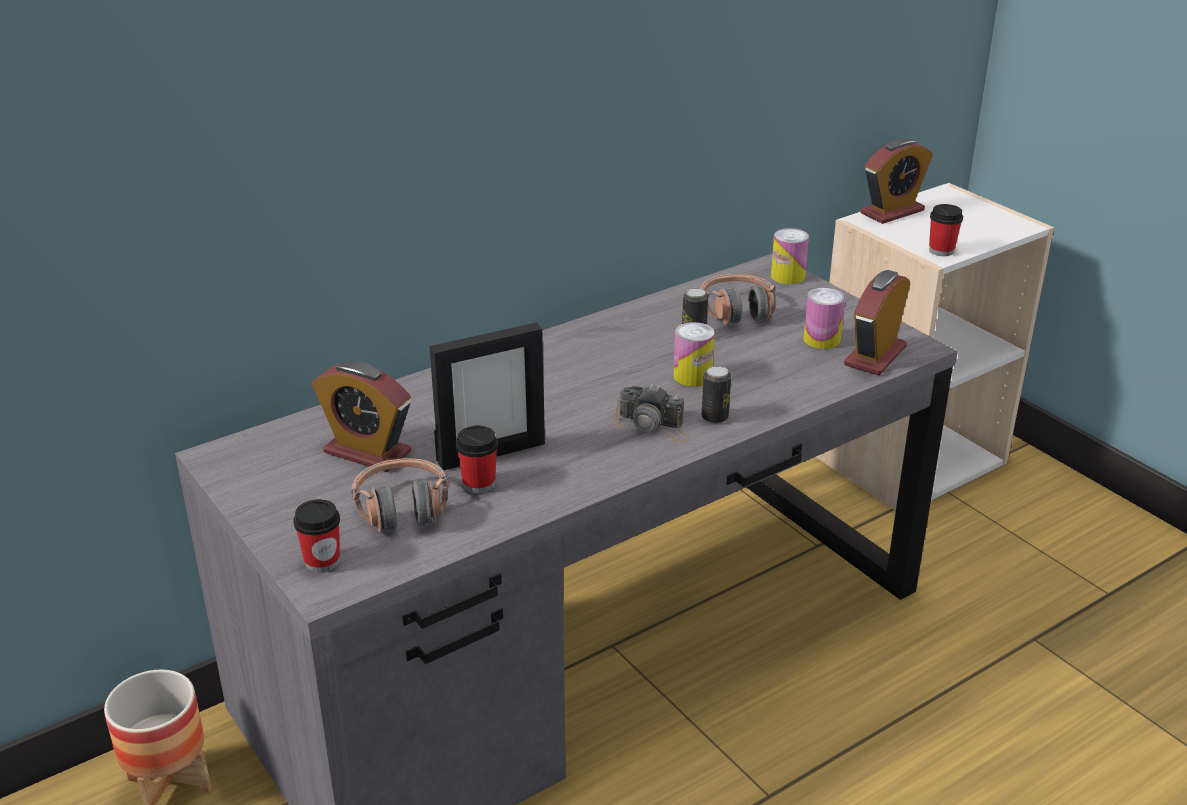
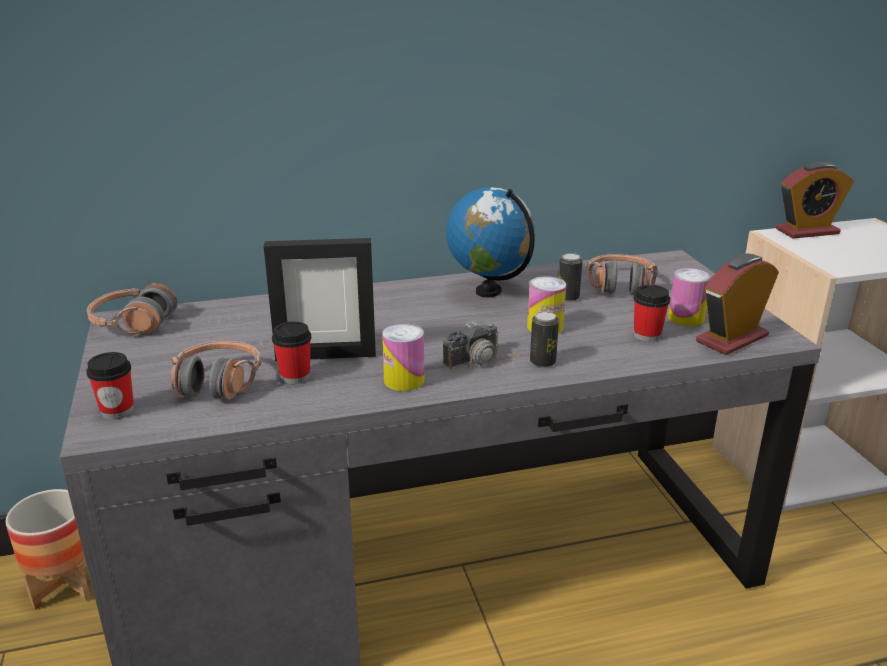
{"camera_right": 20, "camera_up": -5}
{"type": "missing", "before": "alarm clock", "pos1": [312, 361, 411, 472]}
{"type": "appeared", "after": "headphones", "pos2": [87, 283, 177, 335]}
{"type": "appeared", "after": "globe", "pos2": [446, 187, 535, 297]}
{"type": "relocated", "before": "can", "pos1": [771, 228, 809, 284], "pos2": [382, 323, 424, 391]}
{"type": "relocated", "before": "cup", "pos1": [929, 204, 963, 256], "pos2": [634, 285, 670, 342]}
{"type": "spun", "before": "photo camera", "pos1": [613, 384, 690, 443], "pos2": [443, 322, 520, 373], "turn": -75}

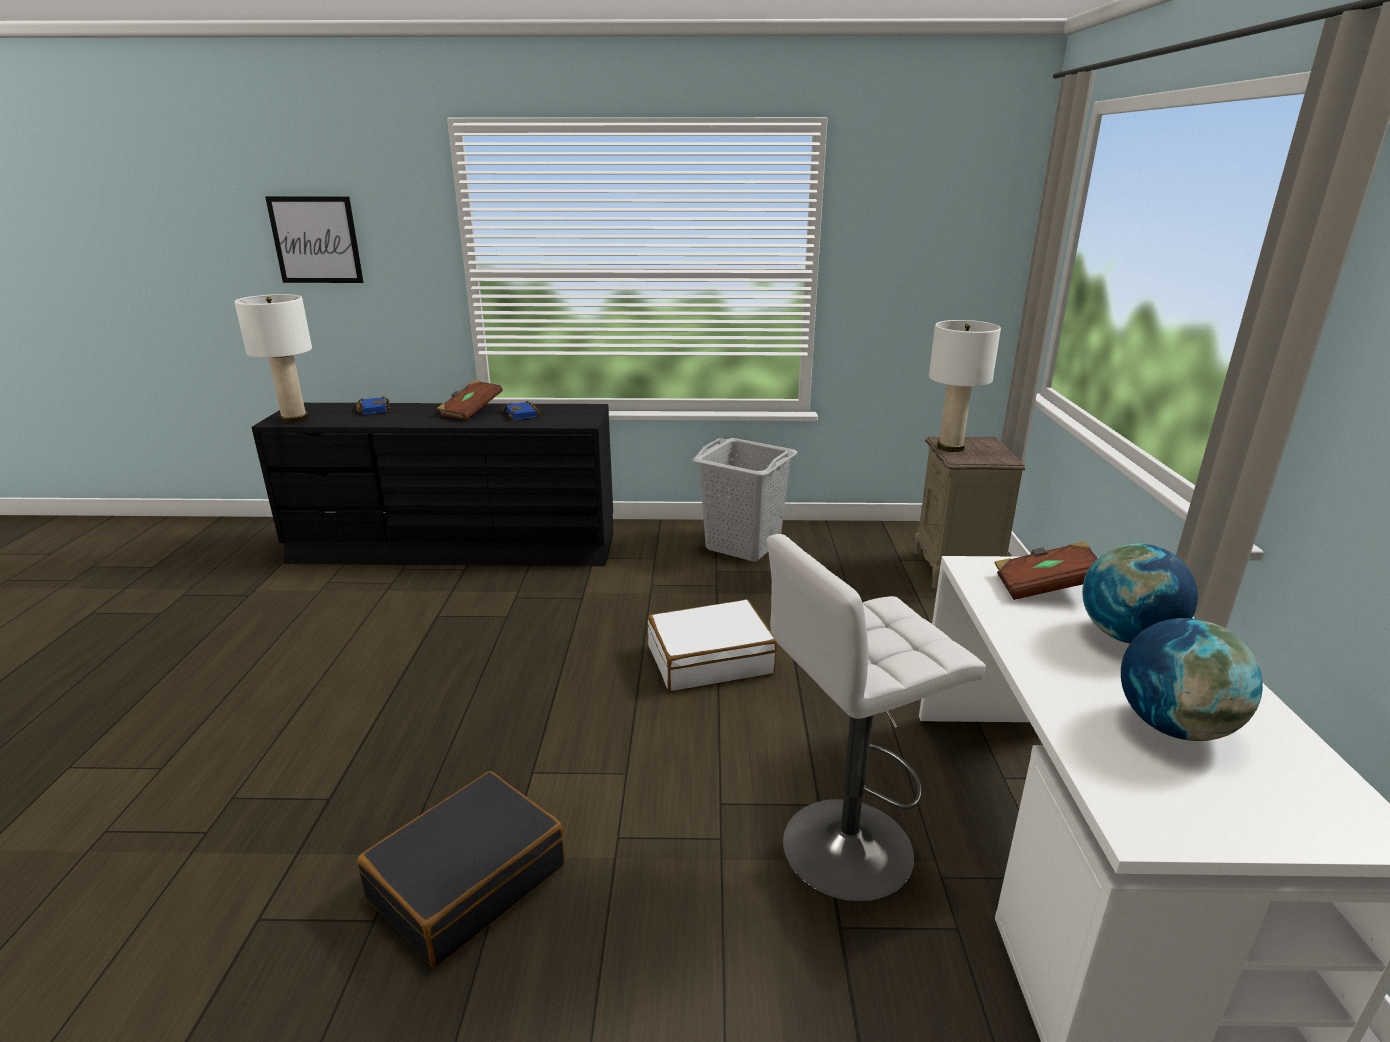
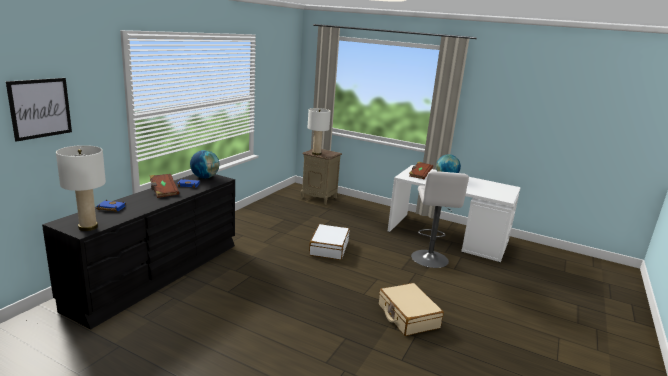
{"camera_right": -65, "camera_up": -5}
{"type": "missing", "before": "grey laundry basket", "pos1": [693, 438, 797, 562]}
{"type": "relocated", "before": "globe", "pos1": [1121, 618, 1263, 741], "pos2": [190, 150, 219, 178]}
{"type": "colour", "before": "black suitcase", "after": "beige suitcase", "pos1": [357, 771, 565, 967], "pos2": [379, 283, 444, 336]}

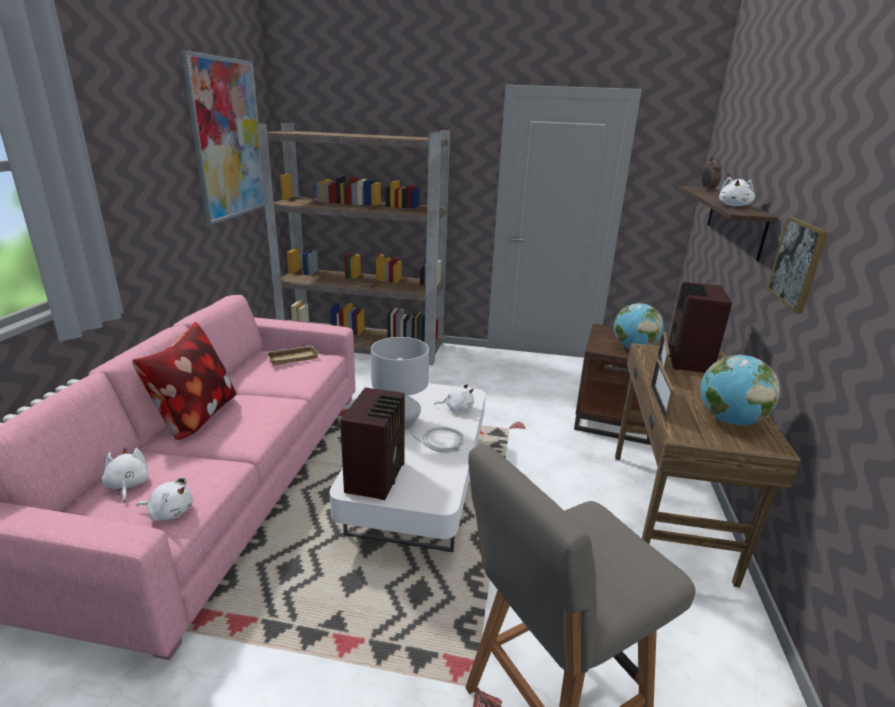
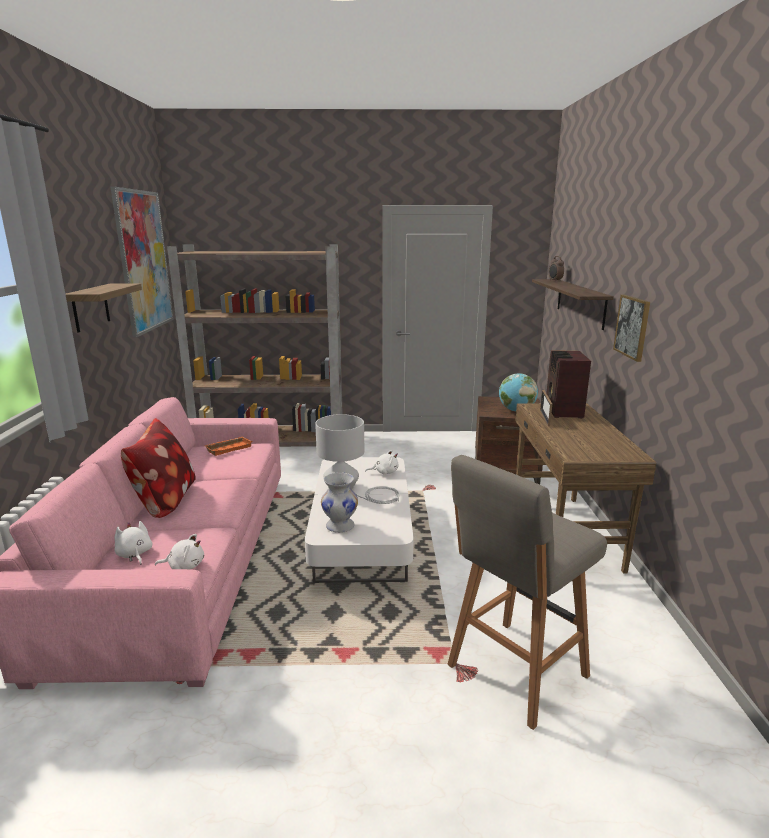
{"camera_right": -10, "camera_up": -5}
{"type": "missing", "before": "picture frame", "pos1": [651, 359, 675, 421]}
{"type": "missing", "before": "globe", "pos1": [701, 355, 780, 425]}
{"type": "missing", "before": "white plush toy", "pos1": [719, 177, 755, 206]}
{"type": "appeared", "after": "shelf", "pos2": [65, 284, 142, 333]}
{"type": "exchanged", "before": "radio", "after": "white vase", "pos1": [340, 388, 405, 500], "pos2": [321, 472, 358, 533]}
{"type": "colour", "before": "beige tray", "after": "orange tray", "pos1": [266, 345, 319, 366], "pos2": [204, 437, 252, 456]}

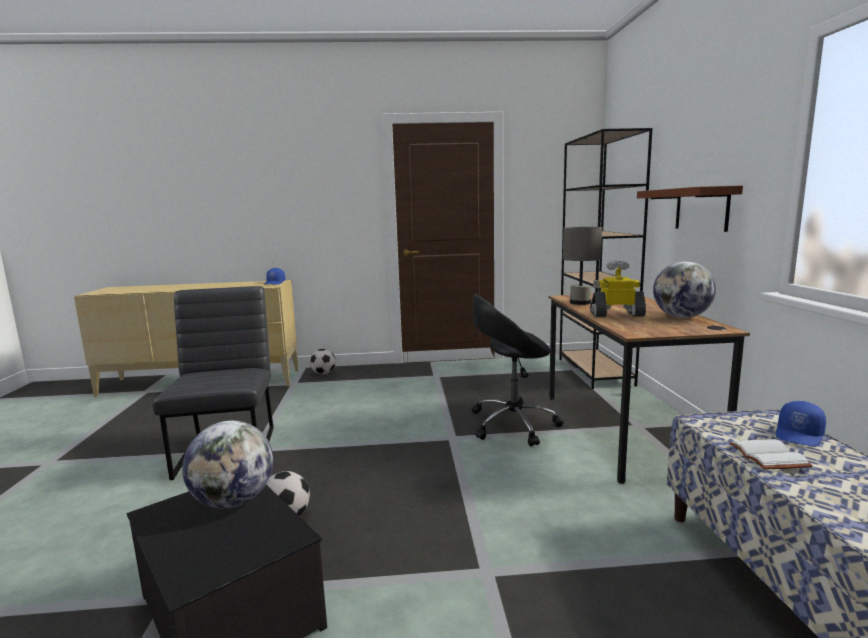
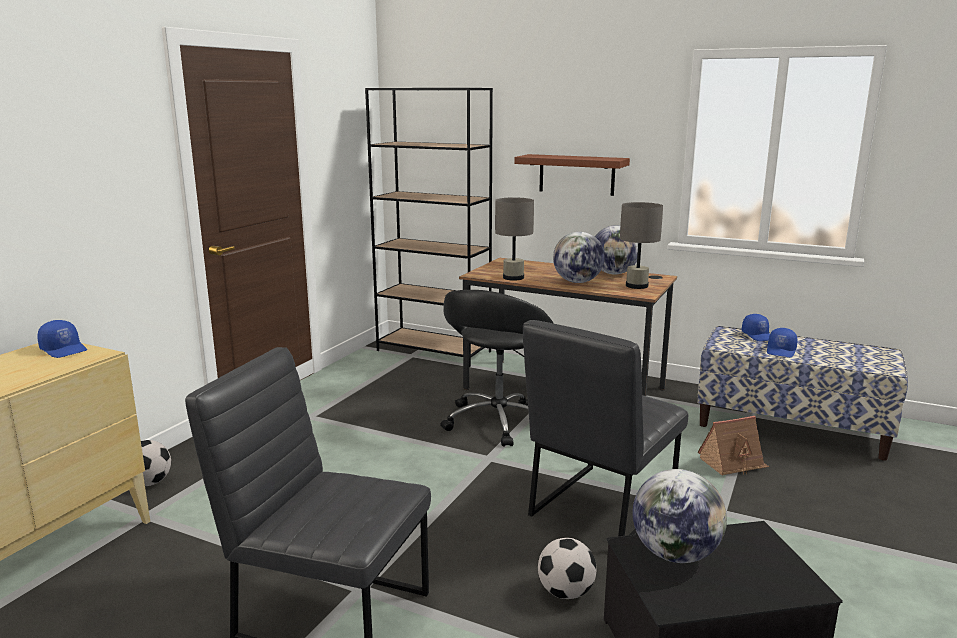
{"camera_right": -60, "camera_up": 5}
{"type": "appeared", "after": "grey chair", "pos2": [523, 320, 688, 536]}
{"type": "appeared", "after": "grey table lamp", "pos2": [620, 202, 663, 289]}
{"type": "appeared", "after": "toy house", "pos2": [697, 416, 769, 476]}
{"type": "exchanged", "before": "toy robot", "after": "globe", "pos1": [590, 260, 646, 317], "pos2": [553, 232, 605, 283]}
{"type": "exchanged", "before": "white book", "after": "blue cap", "pos1": [729, 439, 813, 470], "pos2": [767, 328, 798, 357]}

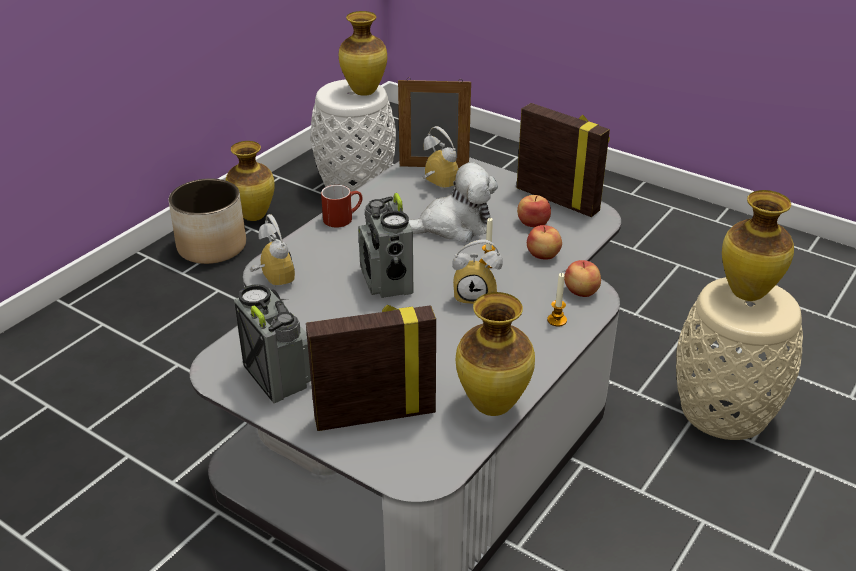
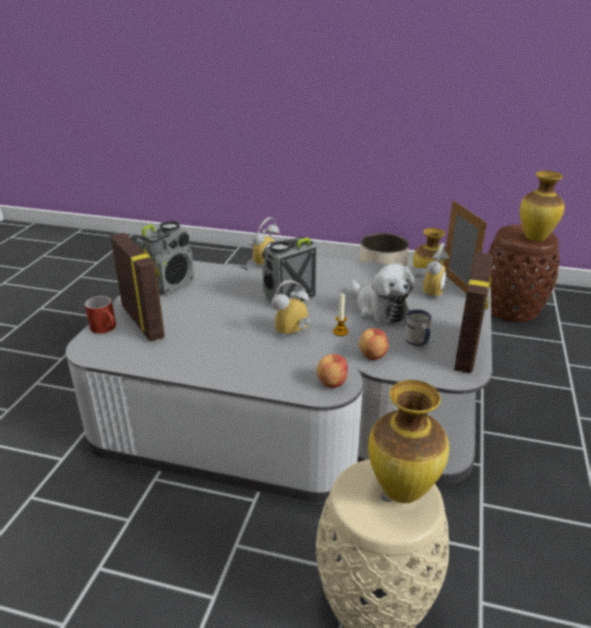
{"camera_right": 70, "camera_up": -5}
{"type": "missing", "before": "vase", "pos1": [456, 292, 535, 416]}
{"type": "missing", "before": "candle", "pos1": [547, 273, 567, 327]}
{"type": "relocated", "before": "red mug", "pos1": [321, 185, 363, 227], "pos2": [85, 296, 116, 333]}
{"type": "exchanged", "before": "apple", "after": "white mug", "pos1": [517, 195, 551, 228], "pos2": [405, 309, 431, 346]}
{"type": "colour", "before": "white stool", "after": "brown stool", "pos1": [310, 79, 396, 192], "pos2": [488, 224, 559, 322]}
{"type": "spun", "before": "alarm clock", "pos1": [452, 239, 503, 305], "pos2": [272, 280, 310, 338], "turn": 75}

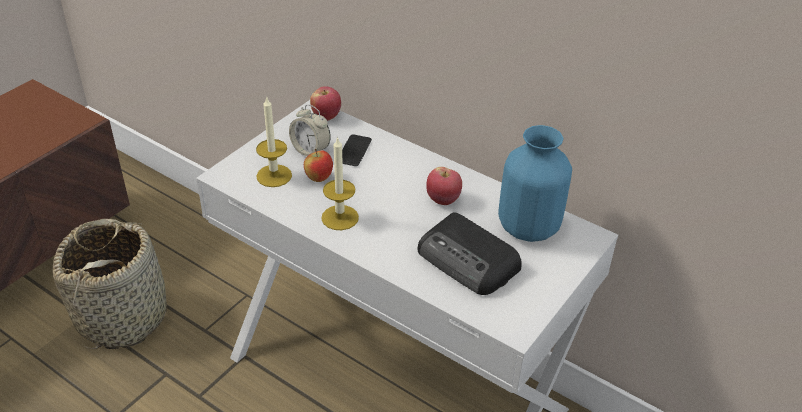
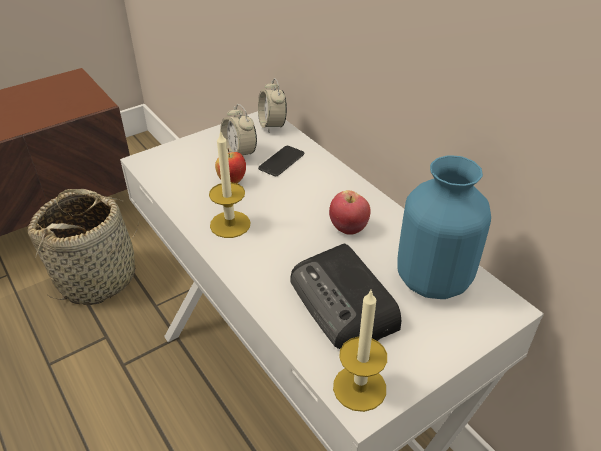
{"camera_right": 20, "camera_up": 0}
{"type": "relocated", "before": "candle", "pos1": [256, 96, 292, 187], "pos2": [333, 290, 387, 412]}
{"type": "exchanged", "before": "apple", "after": "alarm clock", "pos1": [310, 86, 341, 121], "pos2": [258, 78, 287, 133]}

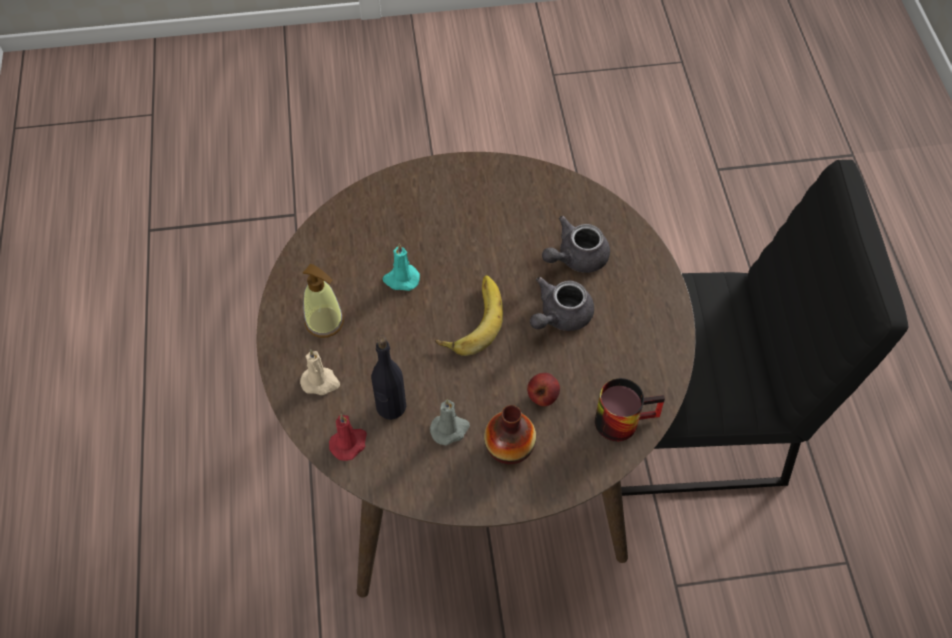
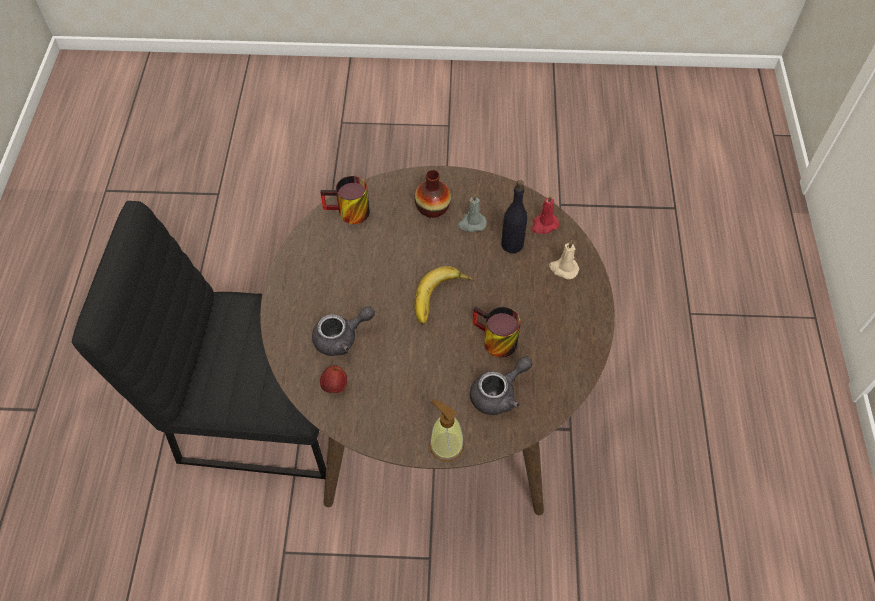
{"camera_right": -170, "camera_up": 0}
{"type": "relocated", "before": "soap dispenser", "pos1": [303, 264, 344, 338], "pos2": [429, 399, 464, 462]}
{"type": "relocated", "before": "apple", "pos1": [527, 373, 560, 406], "pos2": [320, 366, 347, 393]}
{"type": "relocated", "before": "grey teapot", "pos1": [530, 277, 594, 331], "pos2": [470, 356, 532, 415]}
{"type": "exchanged", "before": "turquoise candle", "after": "mug", "pos1": [383, 244, 420, 291], "pos2": [472, 306, 521, 357]}

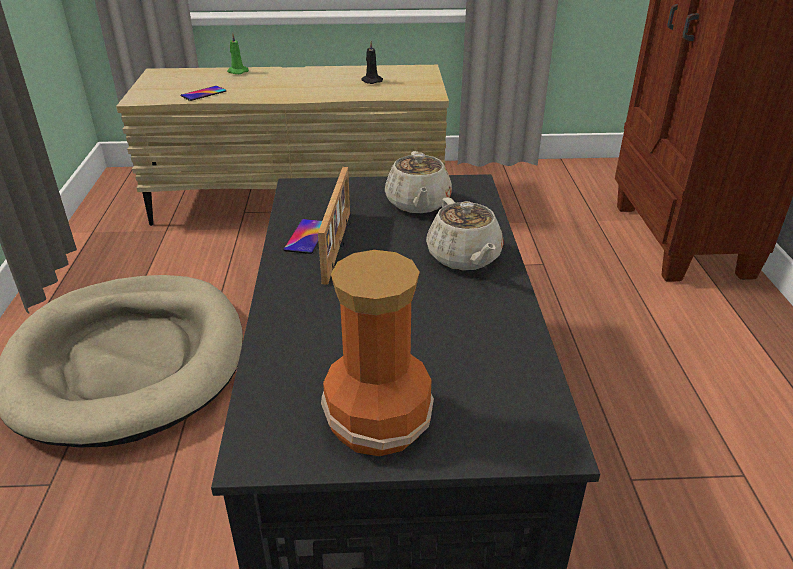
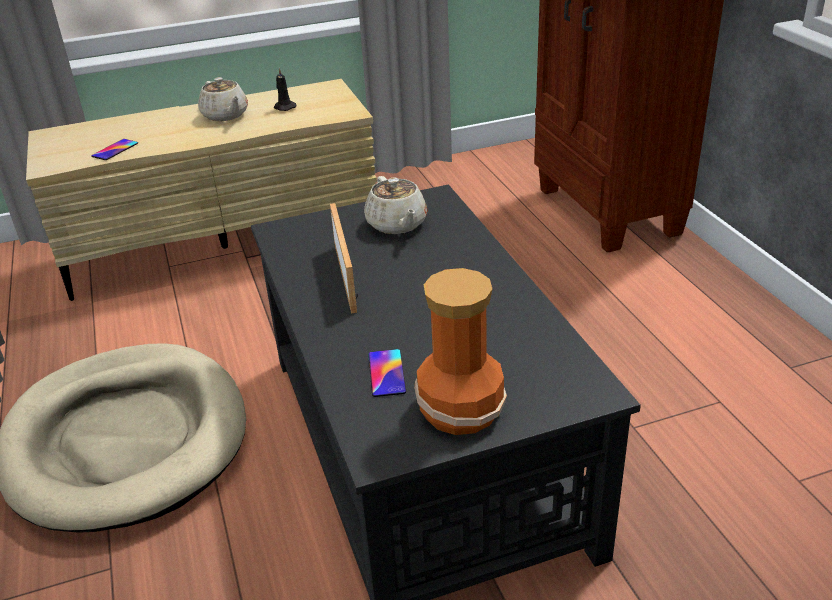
{"camera_right": -15, "camera_up": 0}
{"type": "missing", "before": "green candle", "pos1": [227, 33, 249, 74]}
{"type": "relocated", "before": "phone", "pos1": [283, 219, 322, 254], "pos2": [368, 349, 406, 397]}
{"type": "relocated", "before": "beige teapot", "pos1": [426, 197, 504, 271], "pos2": [198, 77, 248, 121]}

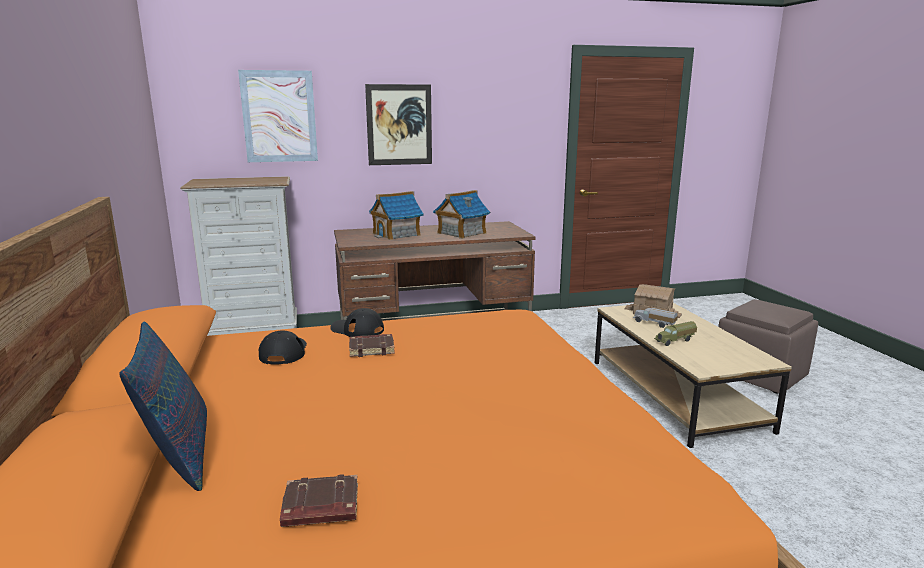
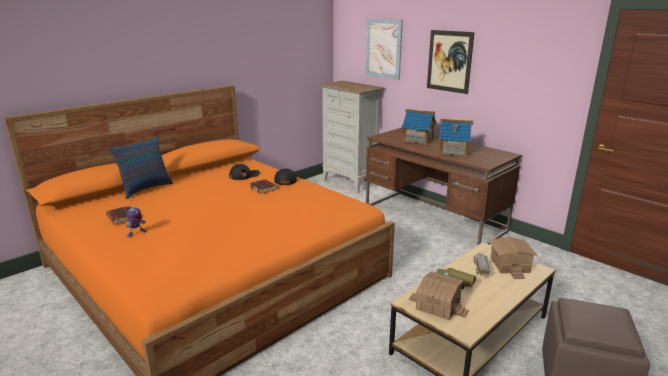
{"camera_right": 60, "camera_up": 5}
{"type": "appeared", "after": "toy robot", "pos2": [125, 195, 147, 237]}
{"type": "appeared", "after": "toy house", "pos2": [409, 271, 469, 320]}

